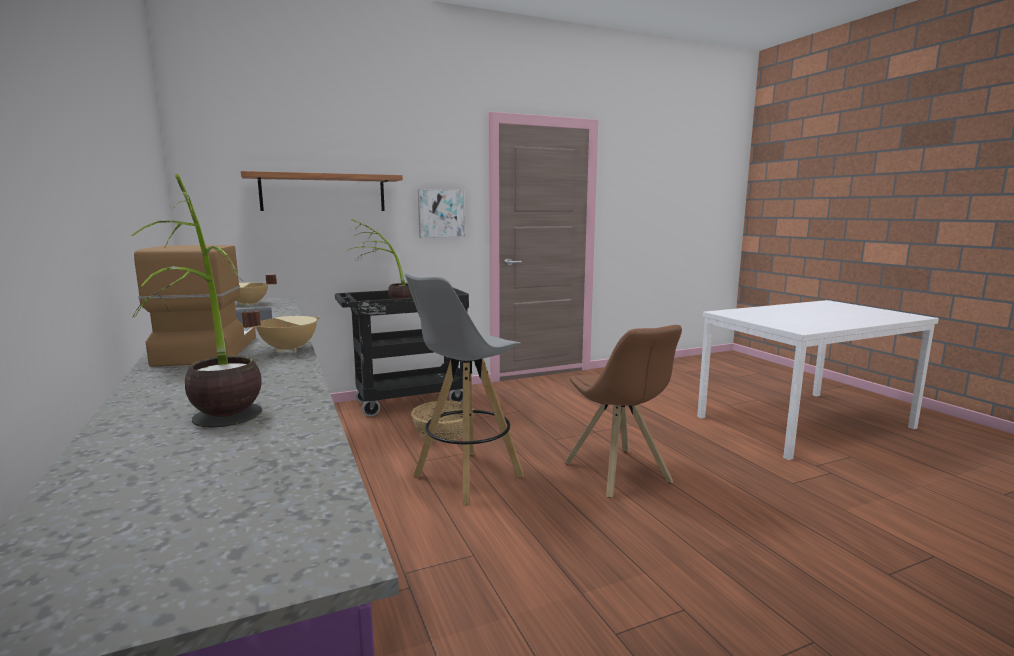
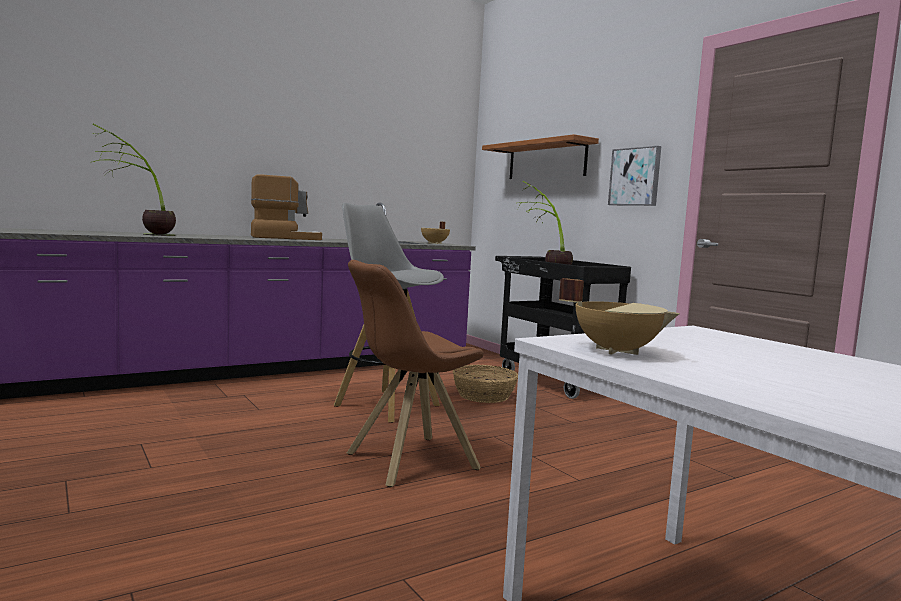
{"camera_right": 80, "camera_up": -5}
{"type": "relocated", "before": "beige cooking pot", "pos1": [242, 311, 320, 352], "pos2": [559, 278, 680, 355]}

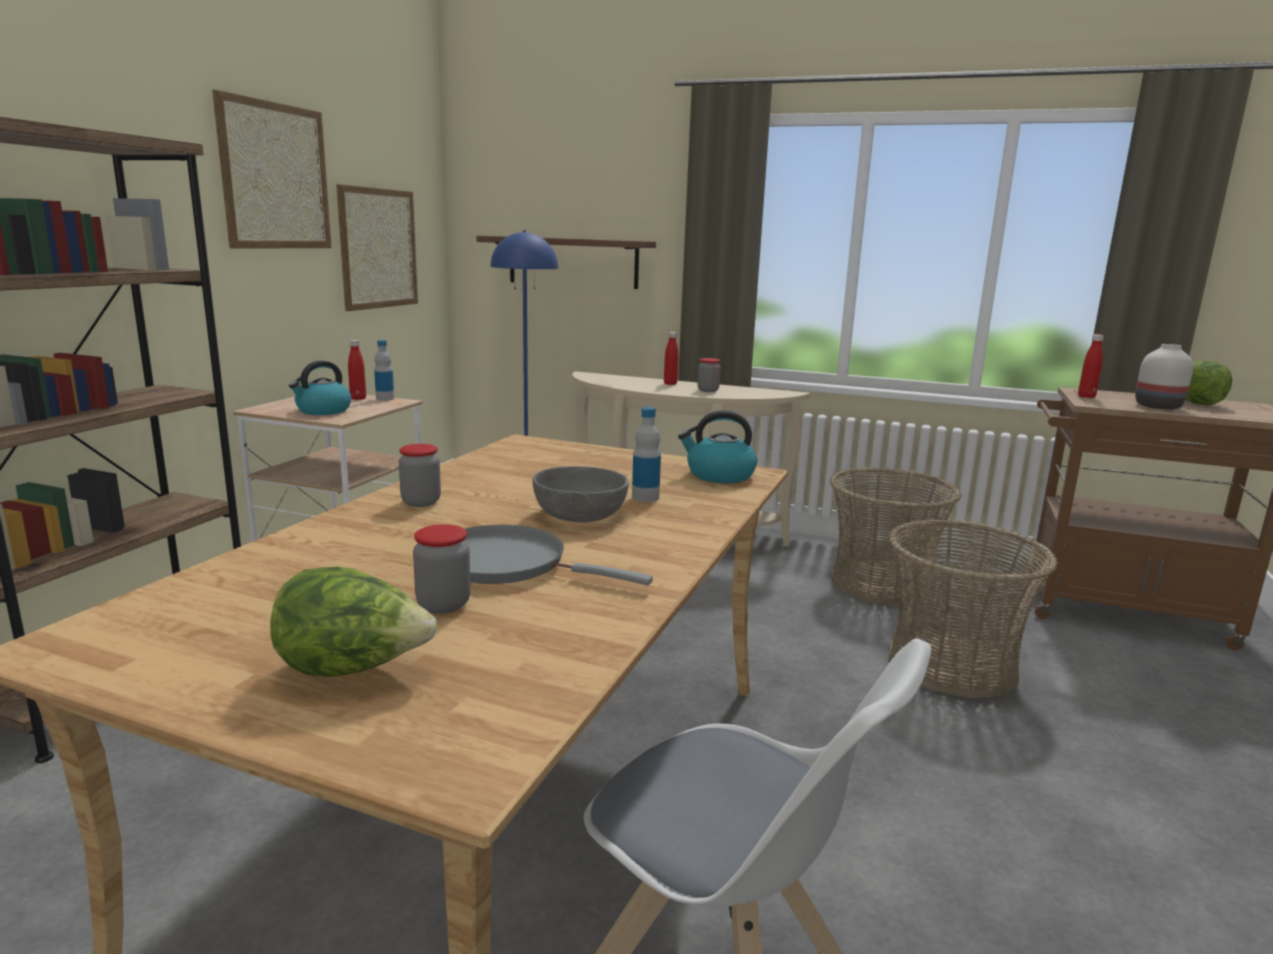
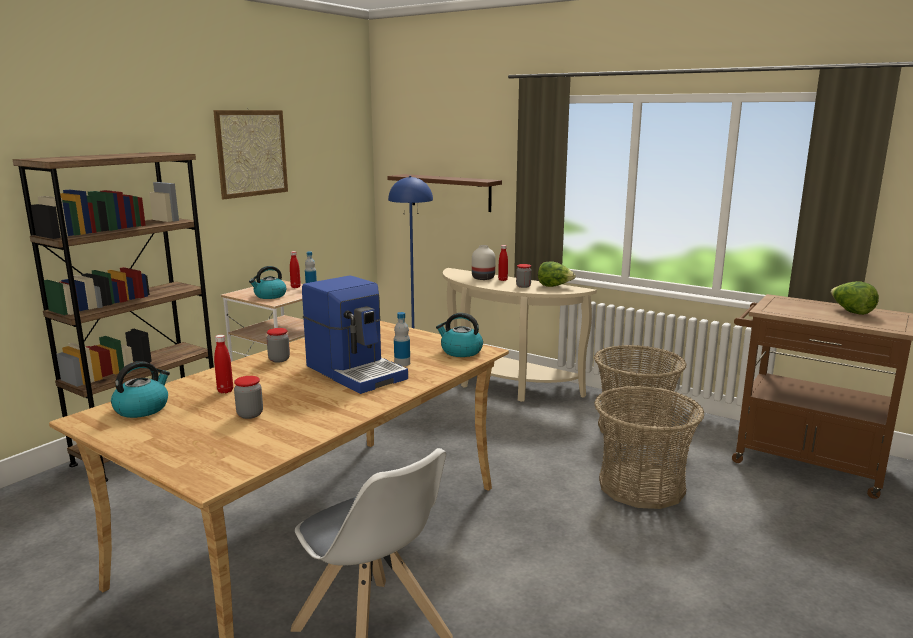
{"camera_right": 15, "camera_up": 0}
{"type": "missing", "before": "picture", "pos1": [336, 184, 418, 311]}
{"type": "missing", "before": "grey frying pan", "pos1": [464, 525, 653, 585]}
{"type": "appeared", "after": "kettle", "pos2": [111, 361, 170, 418]}
{"type": "relocated", "before": "lettuce", "pos1": [270, 567, 437, 677], "pos2": [538, 261, 576, 287]}
{"type": "relocated", "before": "red bottle", "pos1": [1078, 334, 1104, 398], "pos2": [214, 335, 233, 393]}
{"type": "relocated", "before": "white vase", "pos1": [1135, 344, 1193, 410], "pos2": [472, 245, 495, 280]}
{"type": "exchanged", "before": "grey bowl", "after": "coffee machine", "pos1": [533, 466, 629, 522], "pos2": [302, 276, 408, 394]}

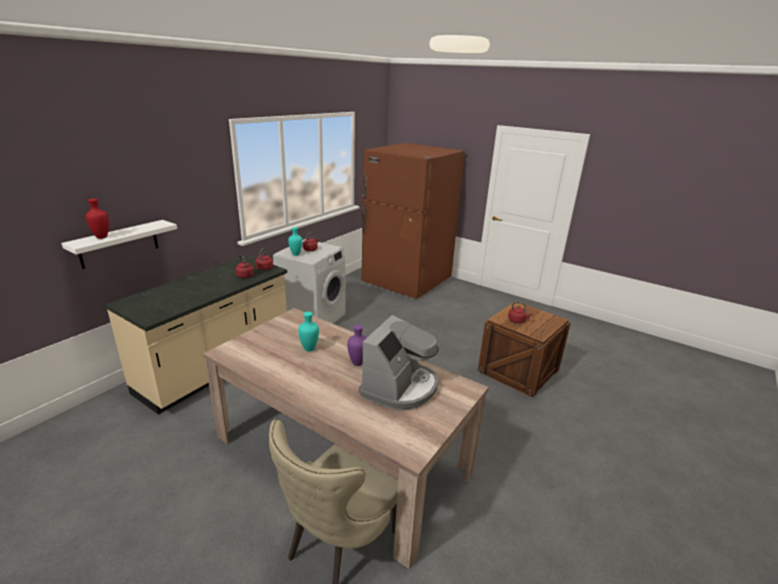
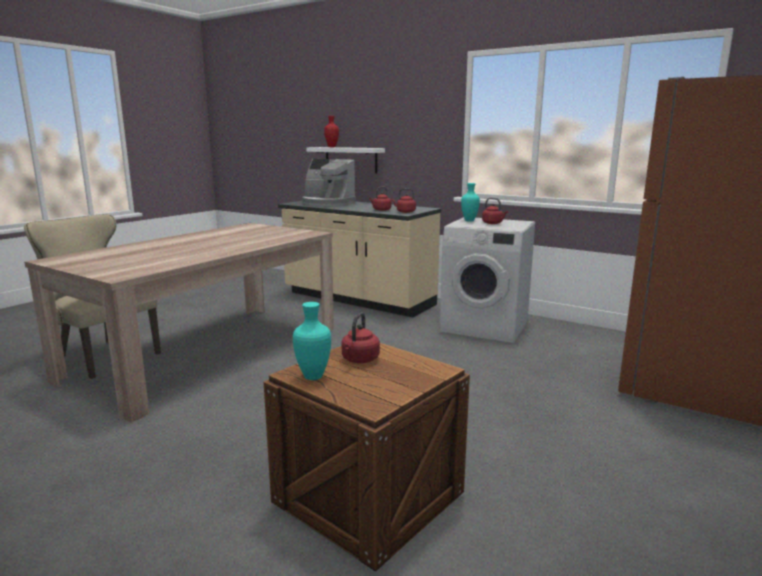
{"camera_right": 90, "camera_up": -10}
{"type": "missing", "before": "purple vase", "pos1": [347, 325, 366, 366]}
{"type": "relocated", "before": "turquoise vase", "pos1": [298, 312, 319, 352], "pos2": [293, 302, 331, 380]}
{"type": "relocated", "before": "coffee machine", "pos1": [359, 315, 439, 410], "pos2": [302, 159, 356, 206]}

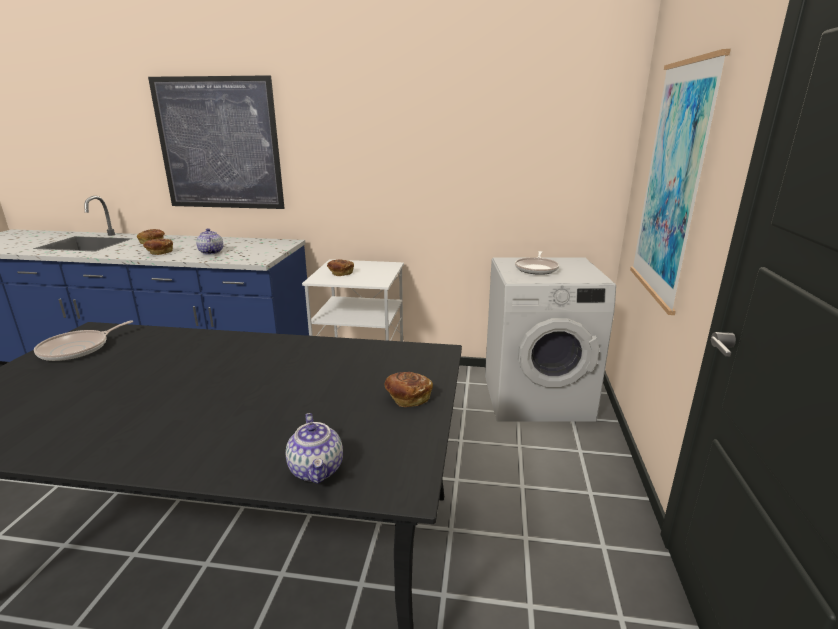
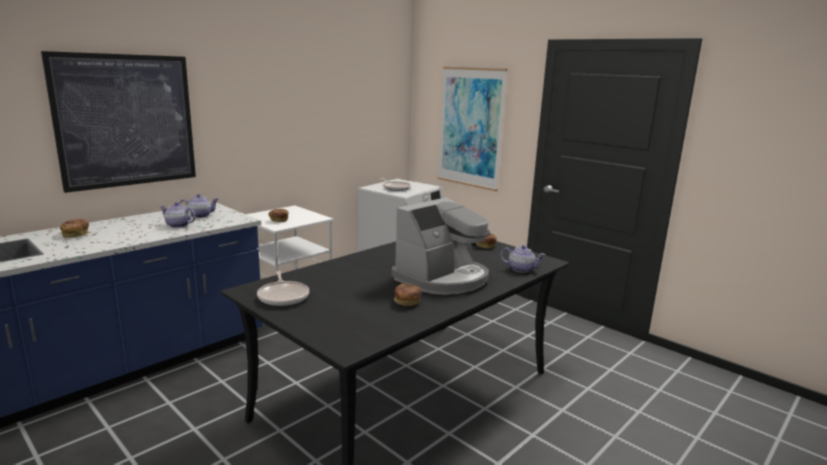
{"camera_right": -55, "camera_up": -5}
{"type": "appeared", "after": "teapot", "pos2": [179, 194, 219, 218]}
{"type": "appeared", "after": "coffee machine", "pos2": [392, 197, 490, 295]}
{"type": "relocated", "before": "bread", "pos1": [143, 239, 173, 255], "pos2": [394, 283, 421, 306]}

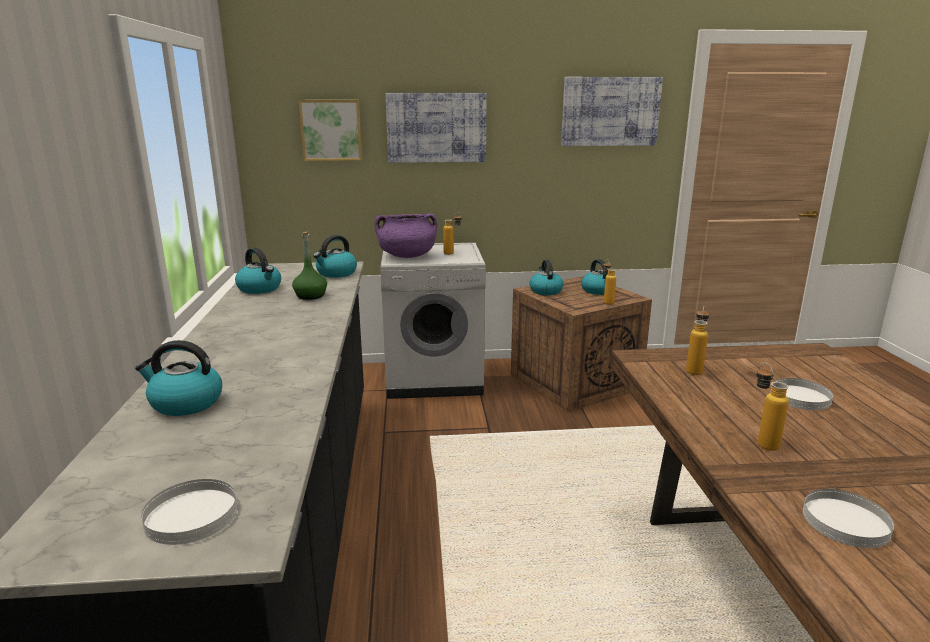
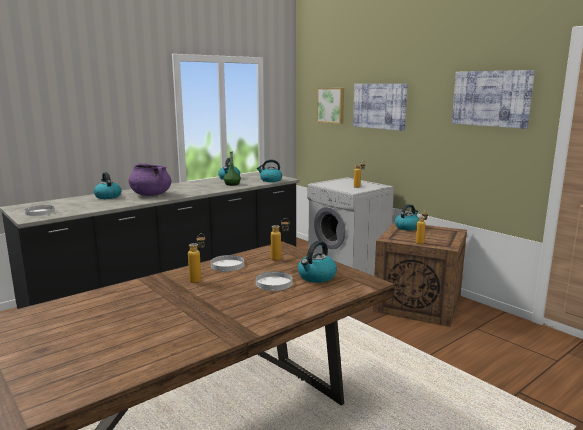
{"camera_right": 55, "camera_up": -5}
{"type": "relocated", "before": "purple cooking pot", "pos1": [374, 214, 437, 258], "pos2": [129, 163, 171, 196]}
{"type": "relocated", "before": "kettle", "pos1": [581, 259, 608, 295], "pos2": [298, 241, 337, 283]}
{"type": "relocated", "before": "white plate", "pos1": [803, 489, 894, 548], "pos2": [210, 255, 244, 272]}

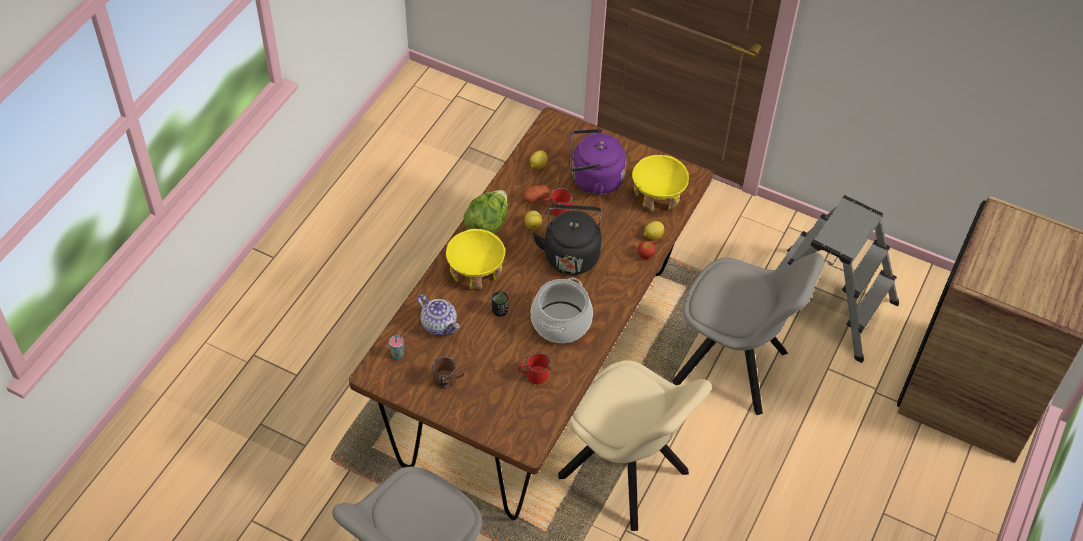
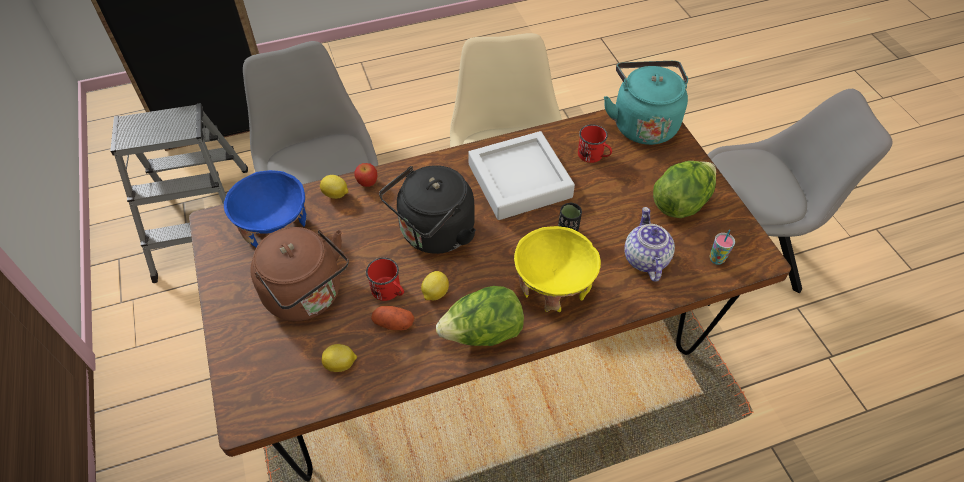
{"camera_right": -135, "camera_up": 0}
{"type": "appeared", "after": "turquoise kettle", "pos2": [604, 61, 688, 145]}
{"type": "exchanged", "before": "brown mug", "after": "lettuce", "pos1": [432, 357, 464, 389], "pos2": [653, 161, 716, 218]}
{"type": "exchanged", "before": "cooking pot", "after": "grey tray", "pos1": [531, 278, 593, 343], "pos2": [468, 131, 575, 220]}
{"type": "colour", "before": "purple kettle", "after": "brown kettle", "pos1": [569, 129, 627, 195], "pos2": [251, 227, 349, 321]}
{"type": "colour", "before": "yellow bowl", "after": "blue bowl", "pos1": [632, 155, 689, 211], "pos2": [224, 170, 307, 248]}

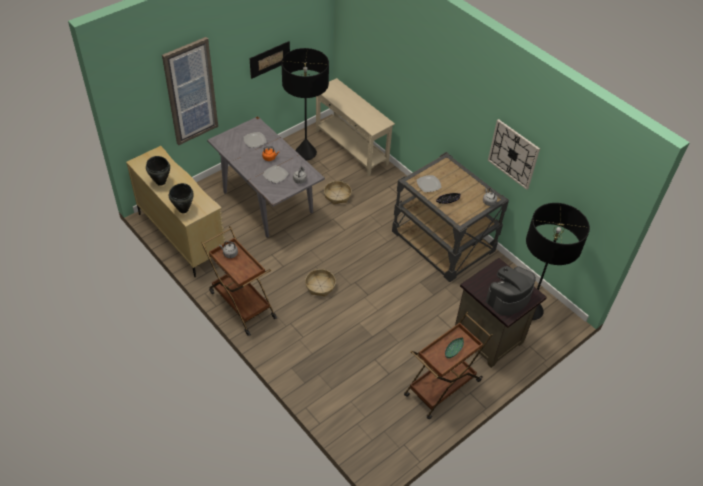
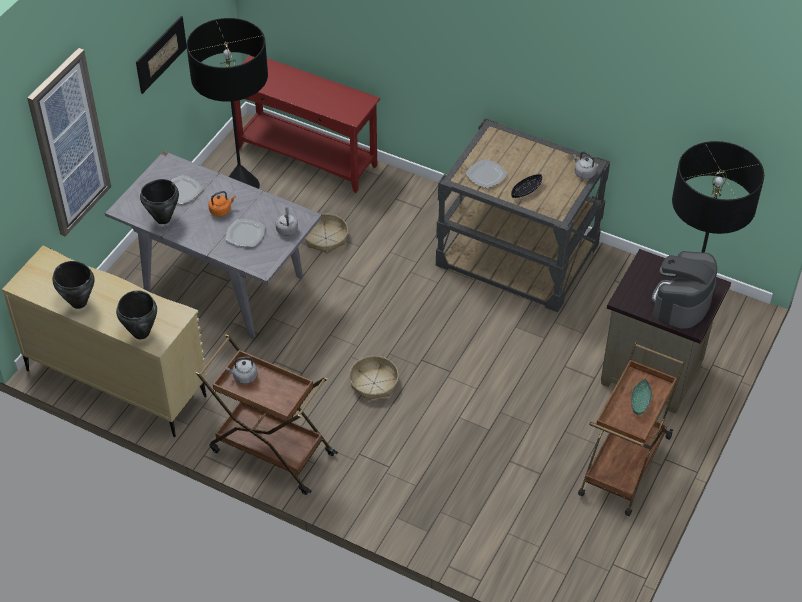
{"camera_right": -20, "camera_up": 0}
{"type": "missing", "before": "wall clock", "pos1": [488, 119, 540, 190]}
{"type": "appeared", "after": "black cooking pot", "pos2": [140, 179, 179, 224]}
{"type": "colour", "before": "beige console table", "after": "red console table", "pos1": [316, 78, 395, 176], "pos2": [234, 55, 380, 193]}

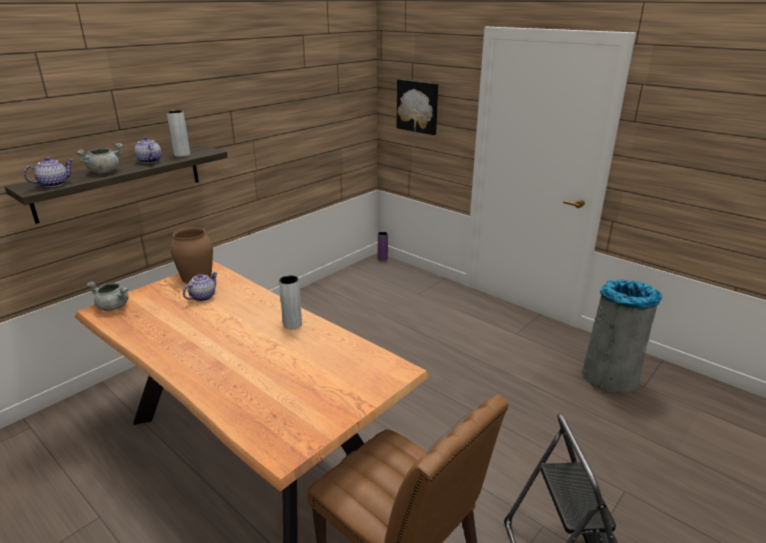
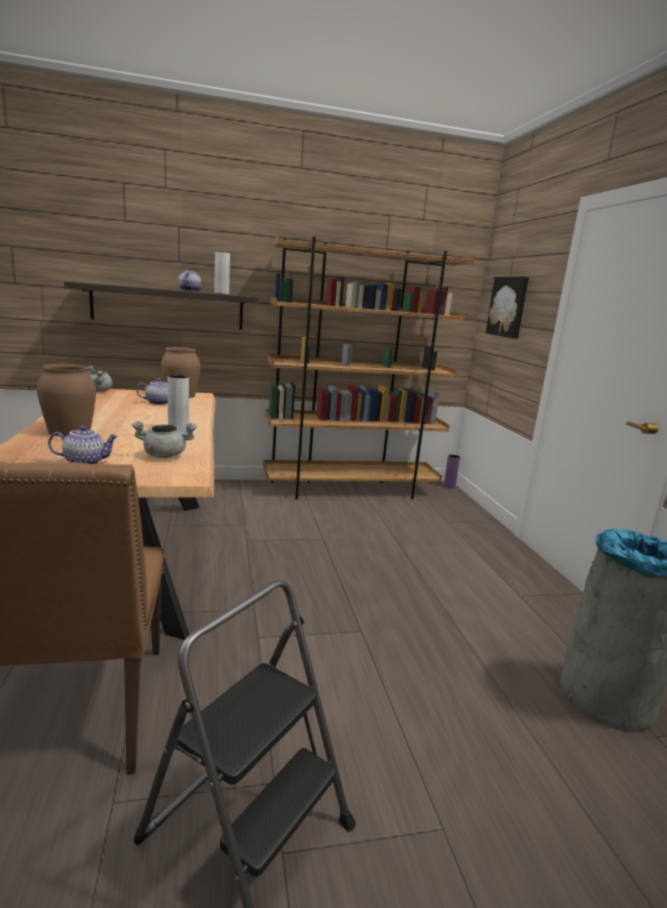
{"camera_right": 35, "camera_up": -10}
{"type": "appeared", "after": "brown vase", "pos2": [37, 364, 96, 436]}
{"type": "appeared", "after": "brown bookcase", "pos2": [263, 235, 475, 499]}
{"type": "relocated", "before": "teapot", "pos1": [24, 157, 73, 187], "pos2": [48, 425, 119, 464]}
{"type": "relocated", "before": "grey cooking pot", "pos1": [76, 143, 122, 173], "pos2": [132, 421, 197, 458]}

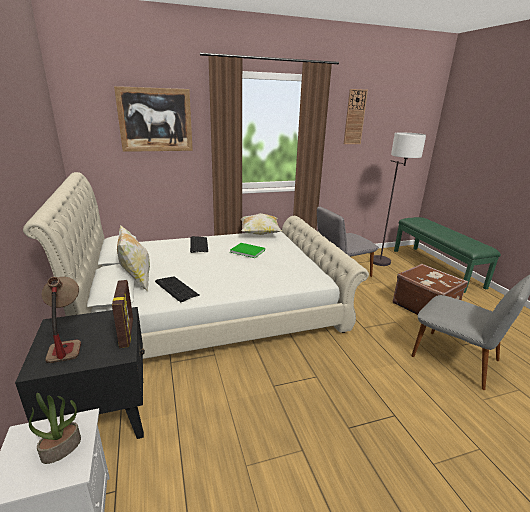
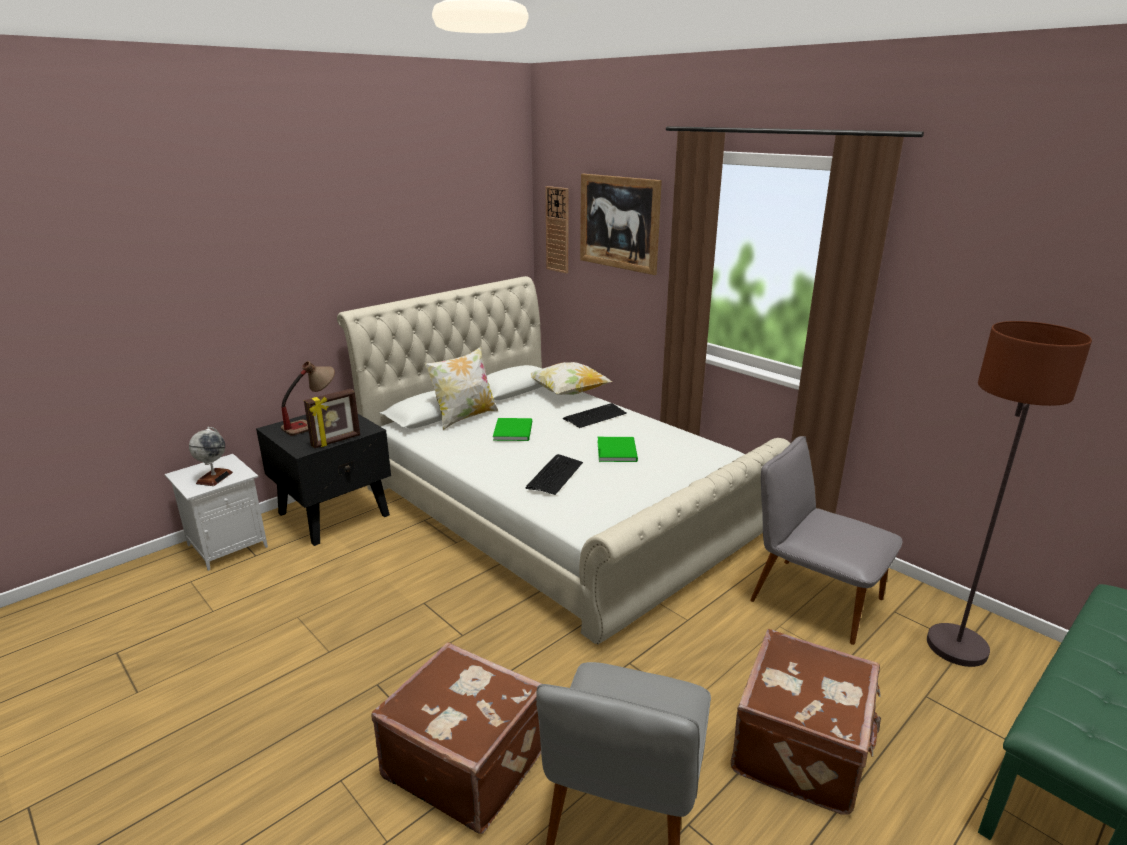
{"camera_right": 65, "camera_up": 0}
{"type": "appeared", "after": "brown suitcase", "pos2": [371, 642, 542, 834]}
{"type": "appeared", "after": "green book", "pos2": [493, 418, 532, 441]}
{"type": "relocated", "before": "keyboard", "pos1": [155, 276, 200, 302], "pos2": [526, 454, 583, 495]}
{"type": "relocated", "before": "pillow", "pos1": [241, 213, 282, 235], "pos2": [531, 362, 612, 395]}
{"type": "relocated", "before": "wall clock", "pos1": [344, 89, 368, 144], "pos2": [546, 186, 569, 274]}
{"type": "exchanged", "before": "potted plant", "after": "globe", "pos1": [29, 393, 81, 464], "pos2": [189, 427, 233, 486]}
{"type": "colour", "before": "white floor lamp", "after": "brown floor lamp", "pos1": [373, 132, 426, 266], "pos2": [927, 321, 1092, 667]}

